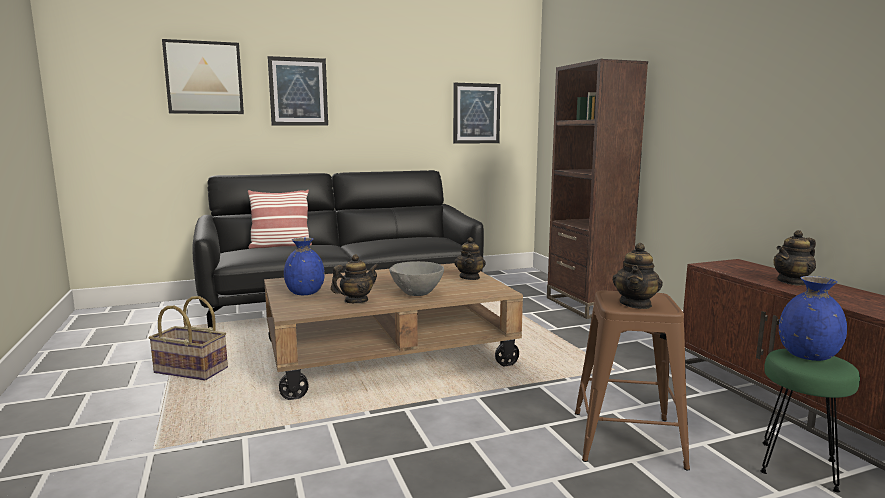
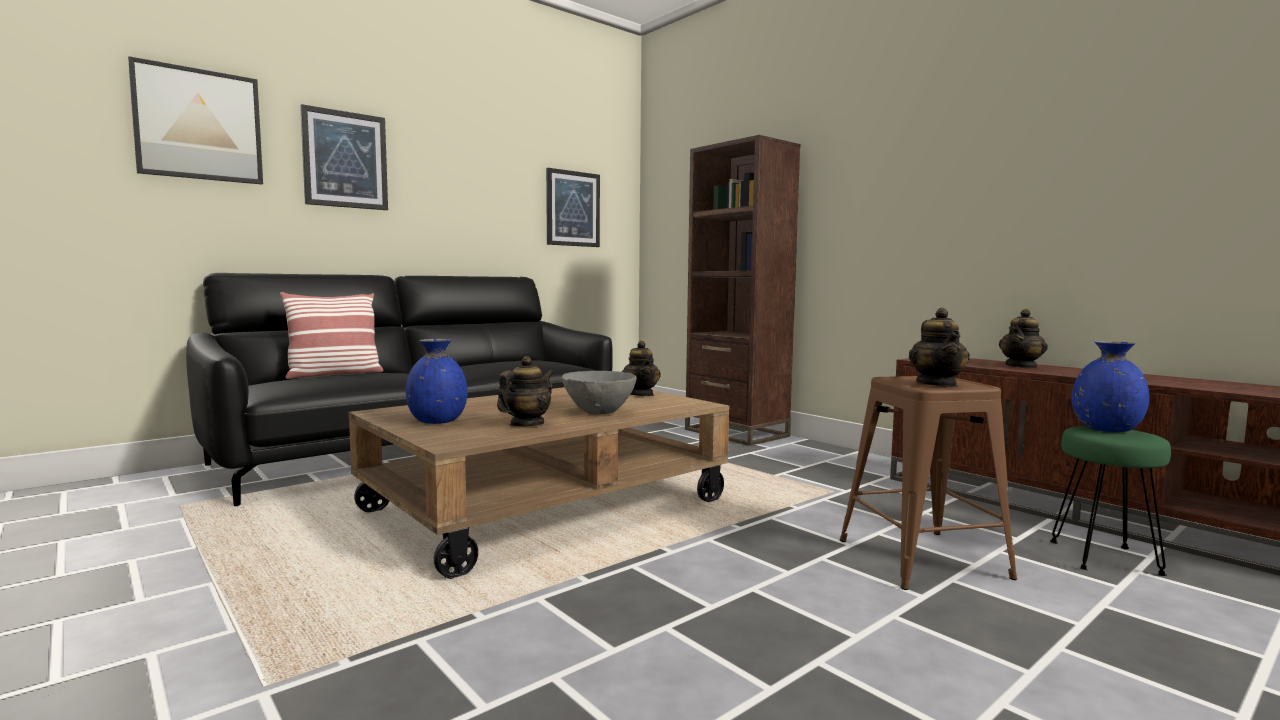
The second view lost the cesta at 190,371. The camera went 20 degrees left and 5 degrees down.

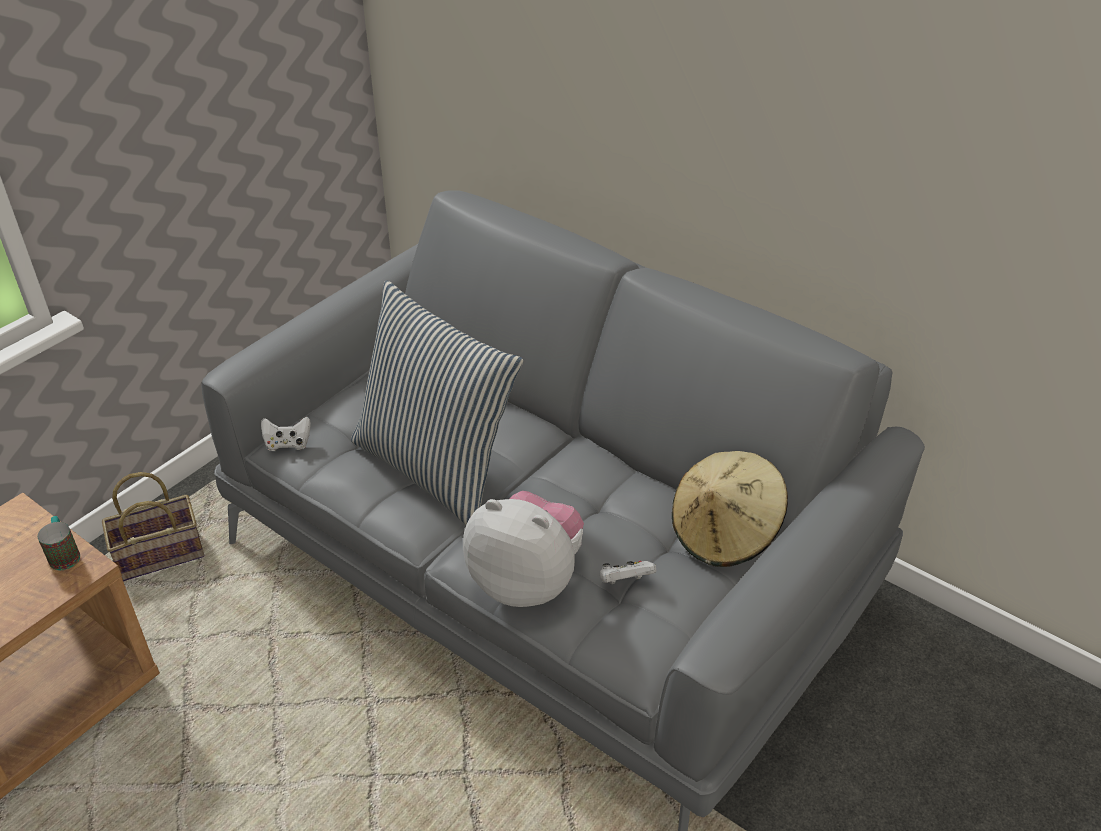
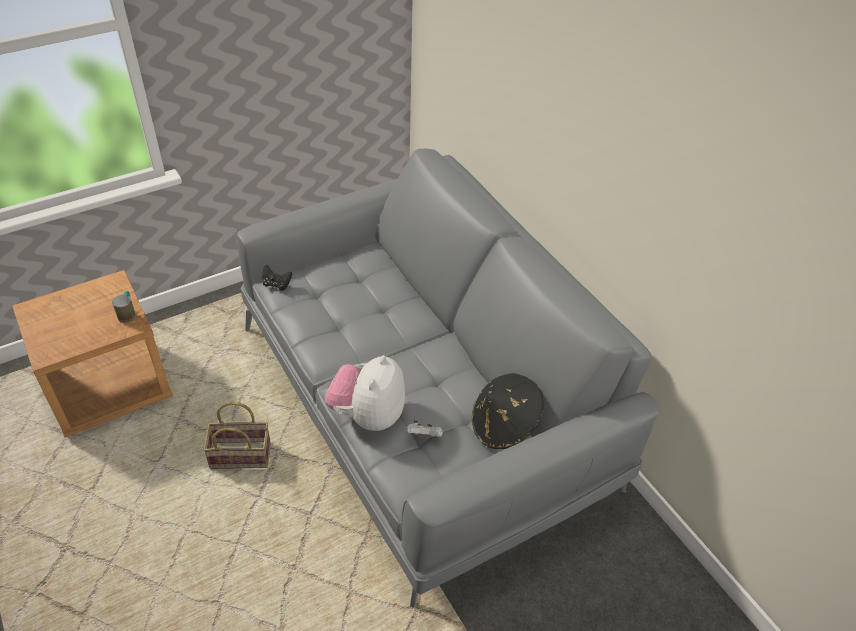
The second view lost the cojín at 436,469. What was the mando de consola/blanco at 288,444 turned into the mando de consola/negro at 276,284. What was the sombrero/beis at 725,533 turned into the sombrero/negro at 504,426. The cesta ended up elsewhere, having gone from 162,553 to 242,455. The peluche at 527,581 ended up facing another way, 120 degrees counterclockwise from before. The camera went 20 degrees right and 5 degrees up.

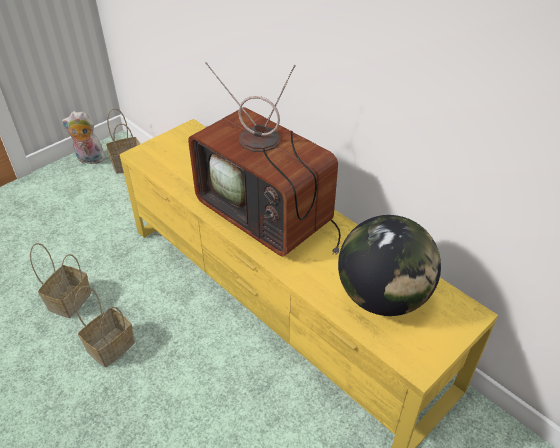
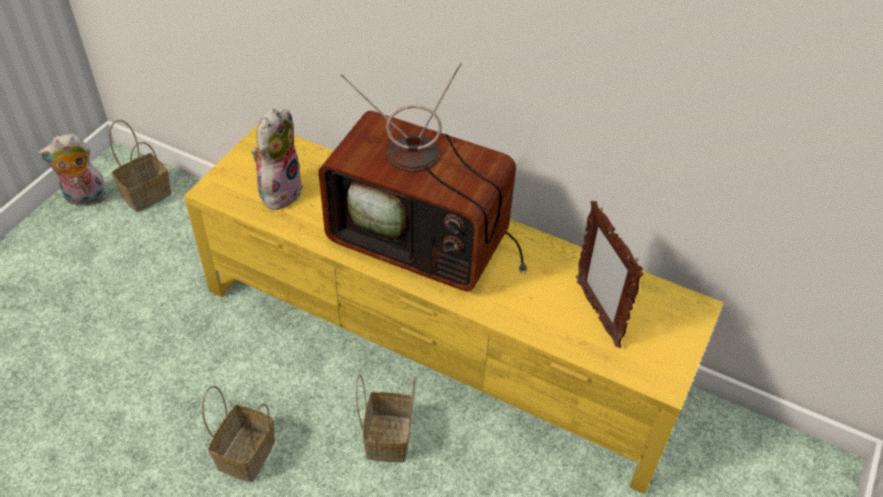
Where the globo terráqueo stood at 382,297, the portarretratos came to stand at 597,313. The cesta ended up elsewhere, having gone from 70,299 to 387,436. The second view gained the peluche at 279,190. The camera went 20 degrees left and 5 degrees up.

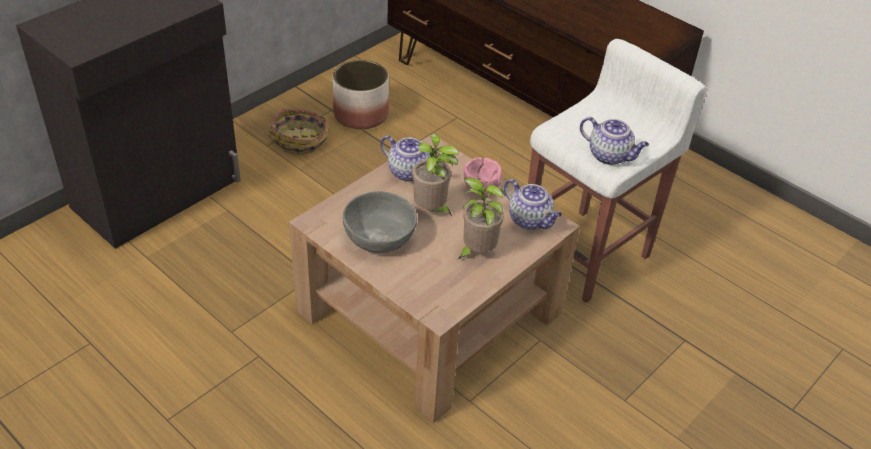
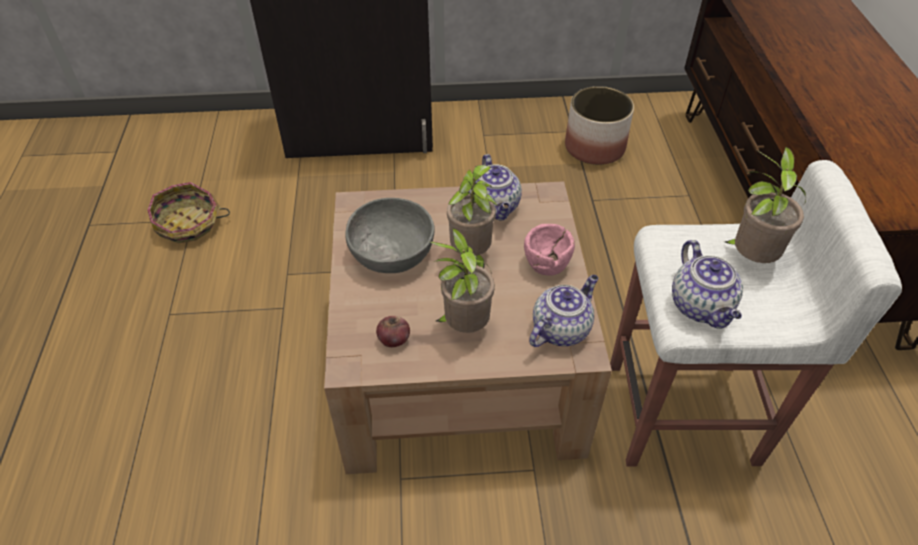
The cesta ended up elsewhere, having gone from 301,140 to 189,224. The tetera at 530,220 ended up facing another way, 135 degrees counterclockwise from before. The second view gained the planta en maceta at 749,258. The second view gained the manzana at 394,340. The camera went 45 degrees right and 5 degrees up.

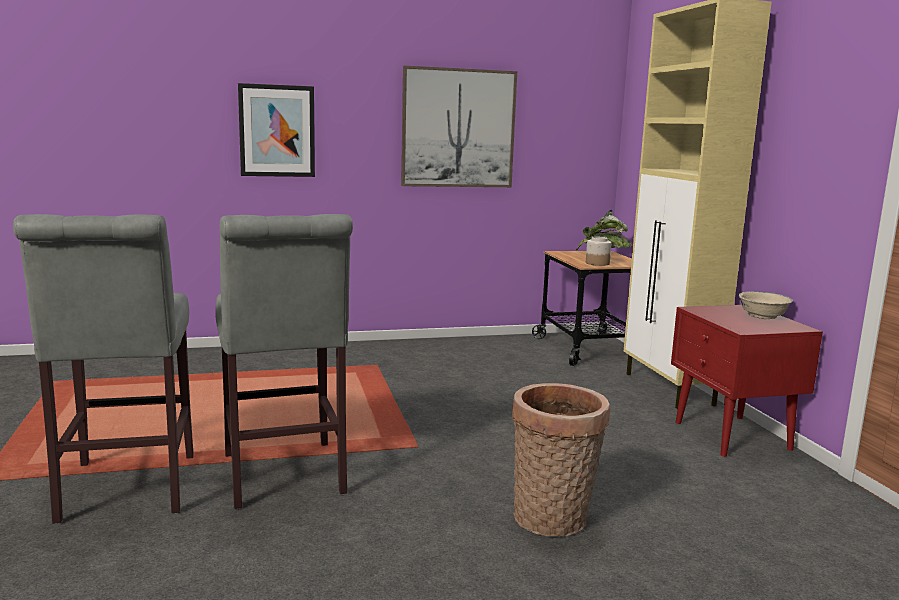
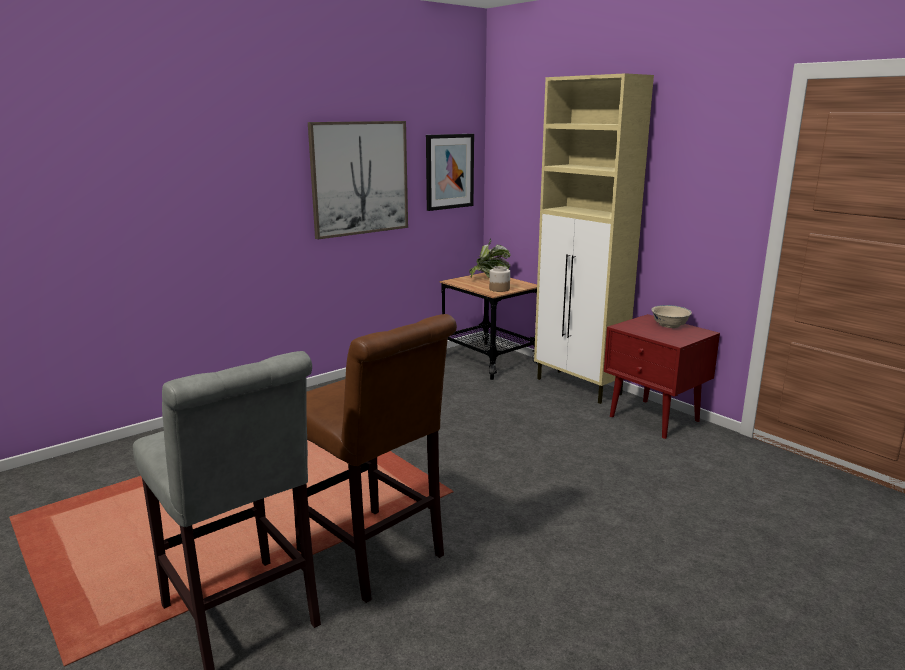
The cuadro ended up elsewhere, having gone from 277,131 to 449,171. What was the taburete/gris at 284,478 turned into the taburete/marrón at 375,557. The second view lost the cesta at 553,521. The camera went 25 degrees left and 5 degrees up.

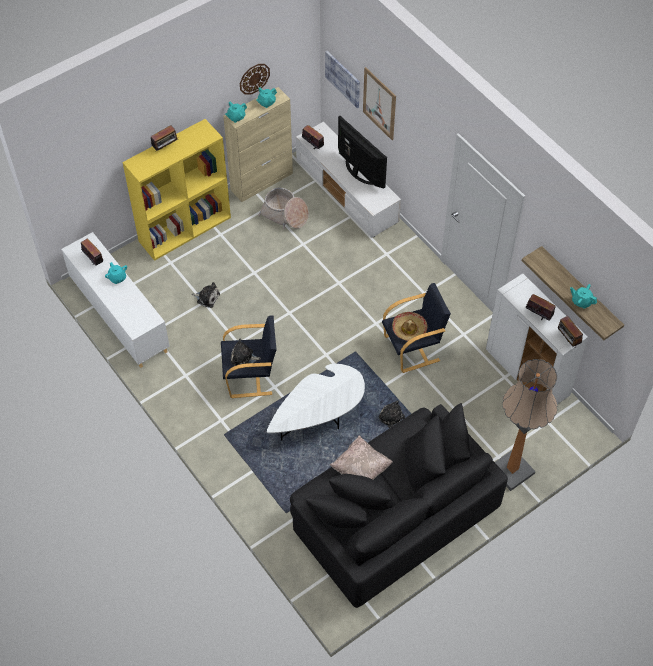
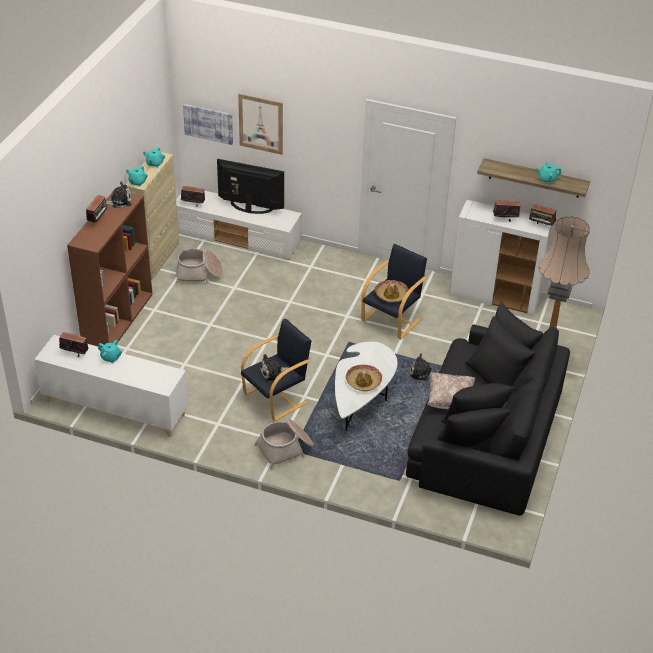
The second view lost the reloj de pared at 254,78. What was the estantería/amarillo at 185,228 turned into the estantería/marrón at 117,319. The peluche ended up elsewhere, having gone from 207,297 to 119,201. The second view gained the sombrero at 363,381. The second view gained the cesta at 285,448. The camera went 35 degrees left and 15 degrees down.

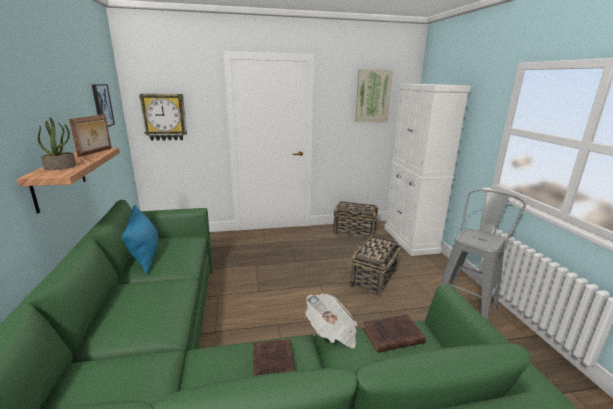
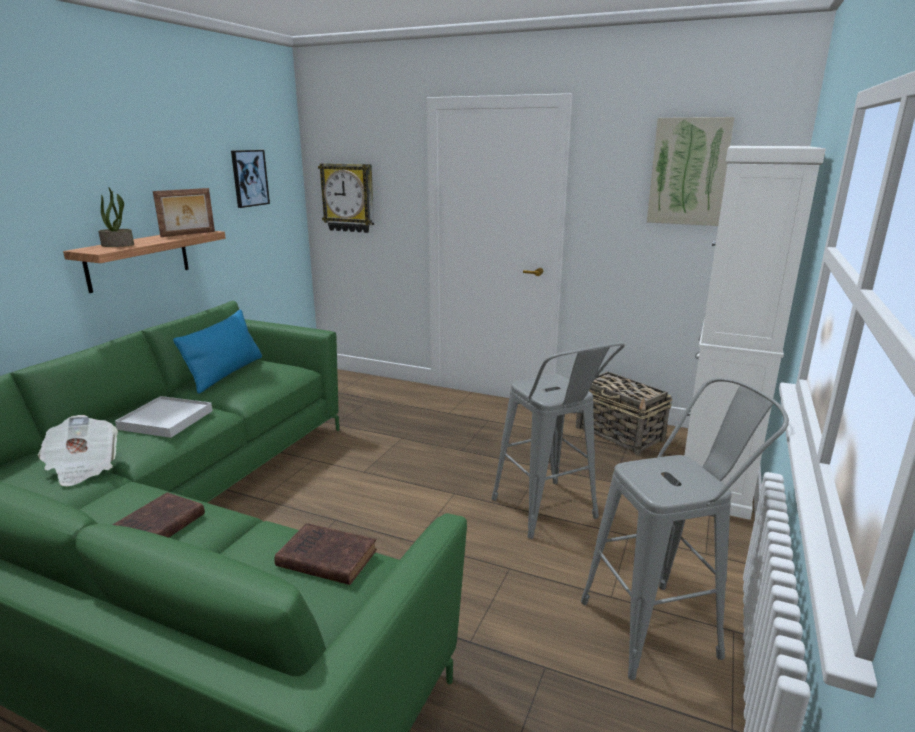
Where the cesta stood at 373,279, the taburete/gris came to stand at 549,515. The periódico ended up elsewhere, having gone from 332,332 to 83,467. The second view gained the bandeja/blanco at 166,420. The camera went 35 degrees right and 0 degrees up.

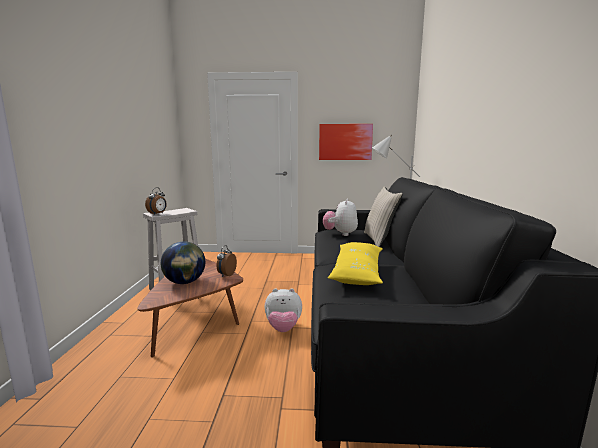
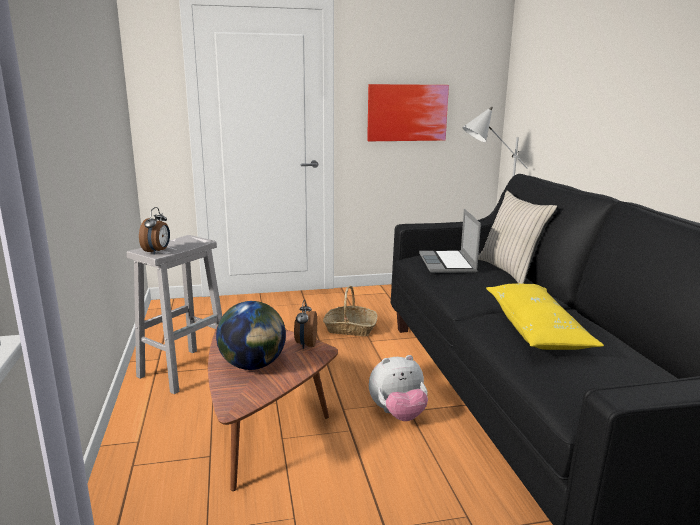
Where the peluche stood at 340,234, the portátil came to stand at 448,264. The second view gained the cesta at 350,329. The camera went 15 degrees left and 5 degrees up.

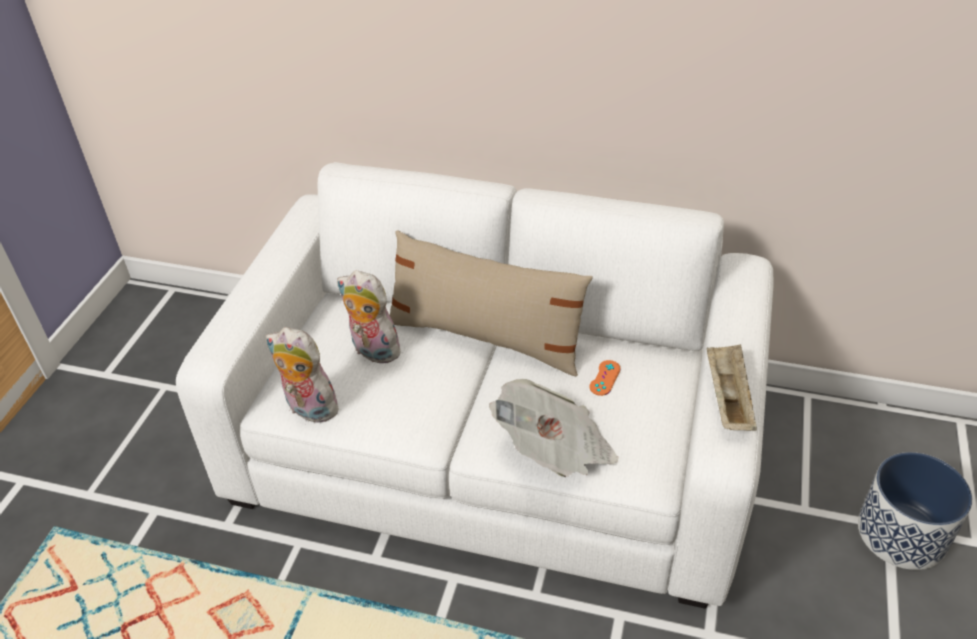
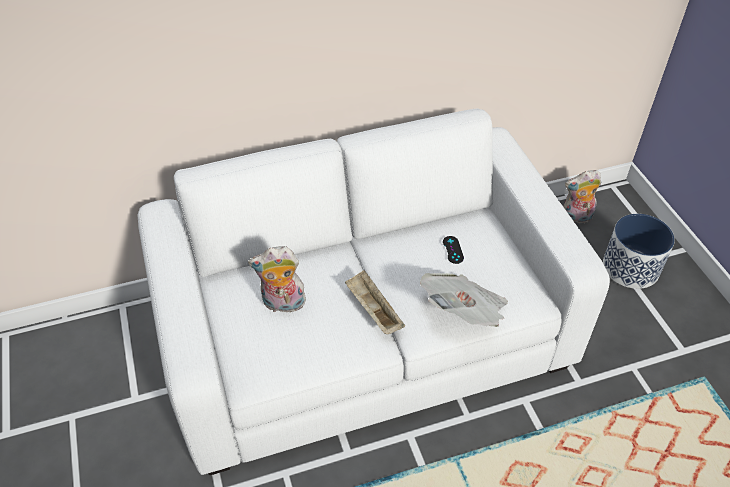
The second view lost the cojín/beis at 485,337. The peluche ended up elsewhere, having gone from 308,409 to 576,218. The bandeja/beis ended up elsewhere, having gone from 727,399 to 373,310. What was the mando de consola/naranja at 605,378 turned into the mando de consola/negro at 453,250. The camera went 35 degrees left and 5 degrees up.

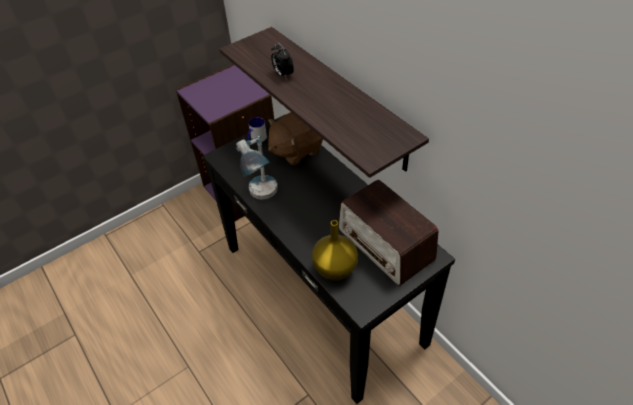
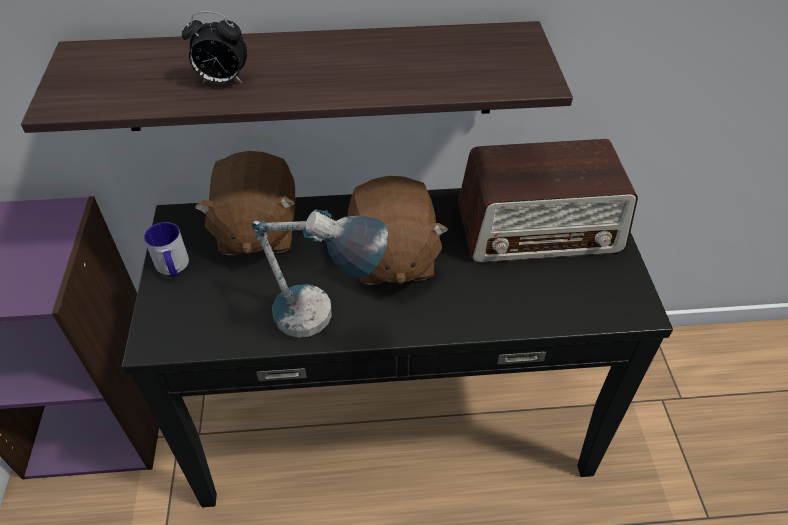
The second view lost the florero/amarillo at 334,270. The second view gained the peluche/marrón at 392,257. The camera went 60 degrees left and 0 degrees up.

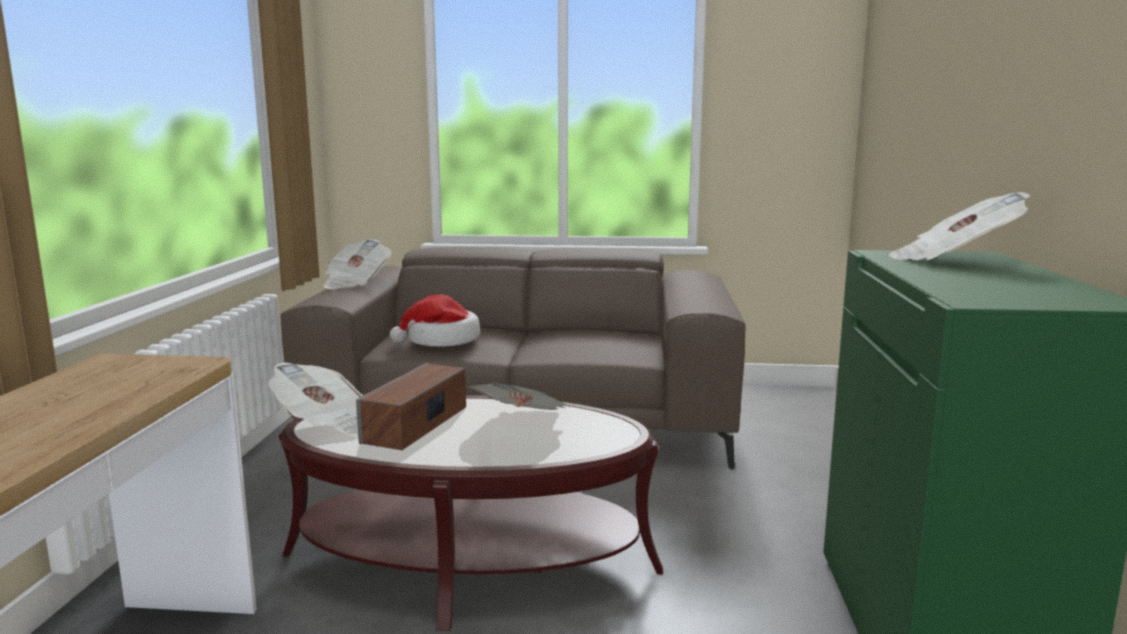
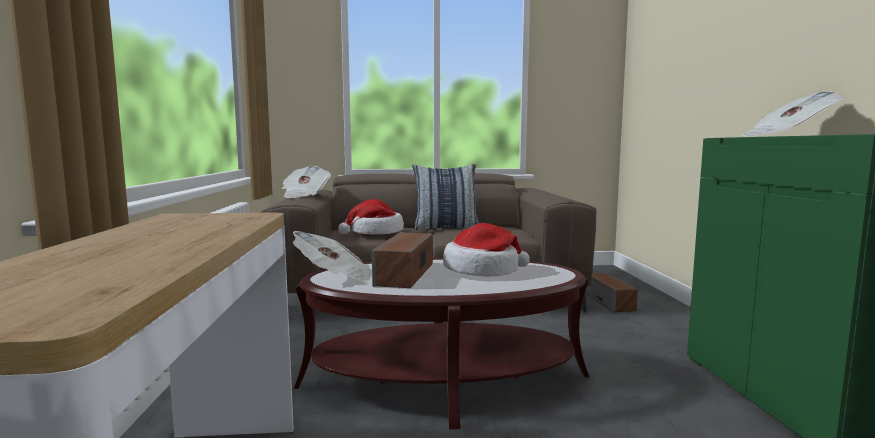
Where the periódico stood at 521,423, the sombrero came to stand at 483,270. The second view gained the cojín at 446,227. The second view gained the altavoz at 609,302. The camera went 10 degrees left and 5 degrees down.

